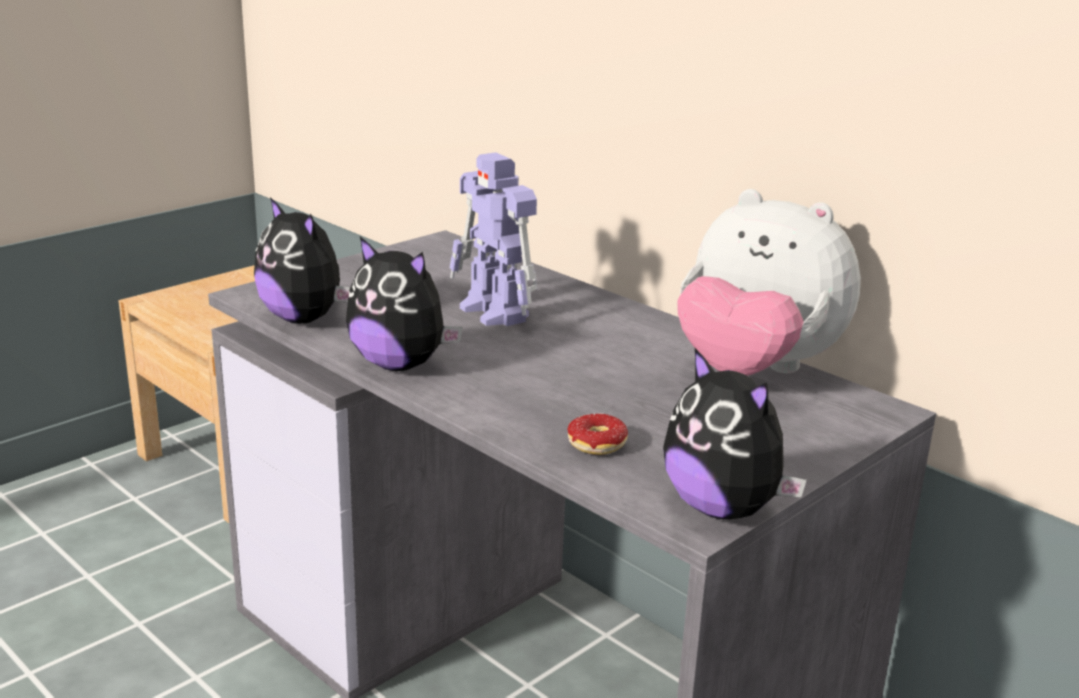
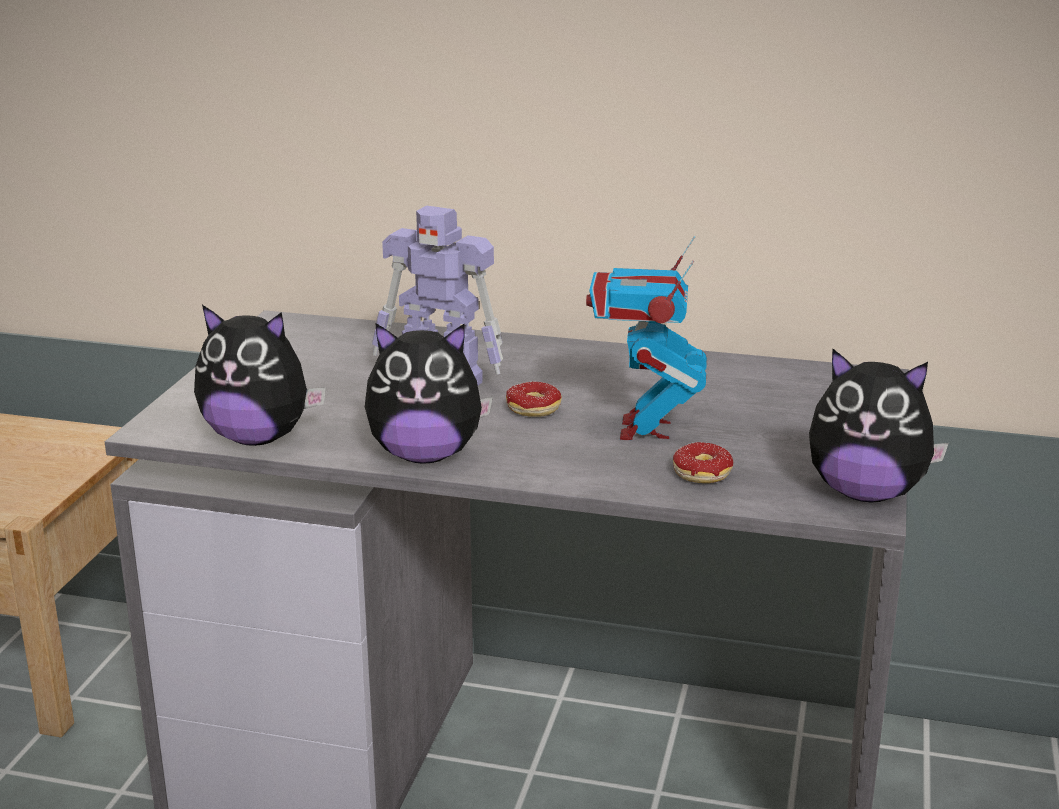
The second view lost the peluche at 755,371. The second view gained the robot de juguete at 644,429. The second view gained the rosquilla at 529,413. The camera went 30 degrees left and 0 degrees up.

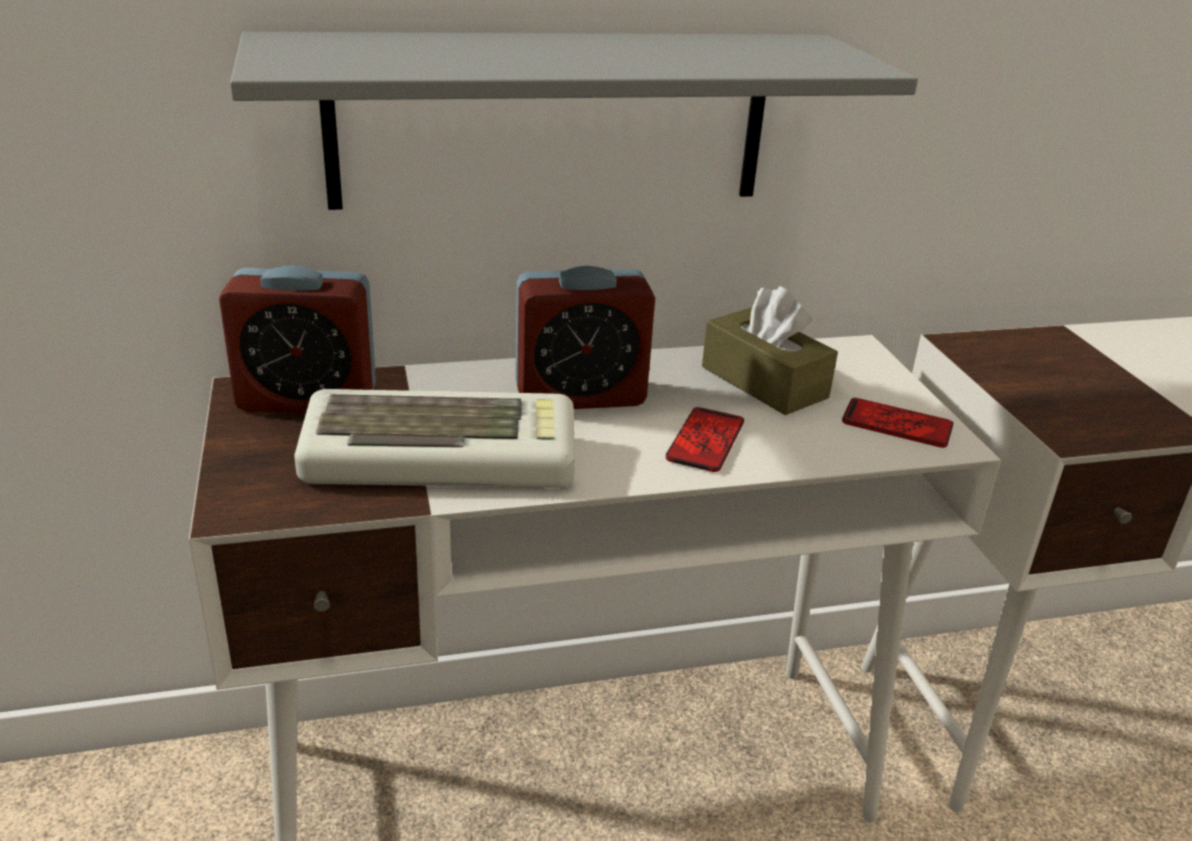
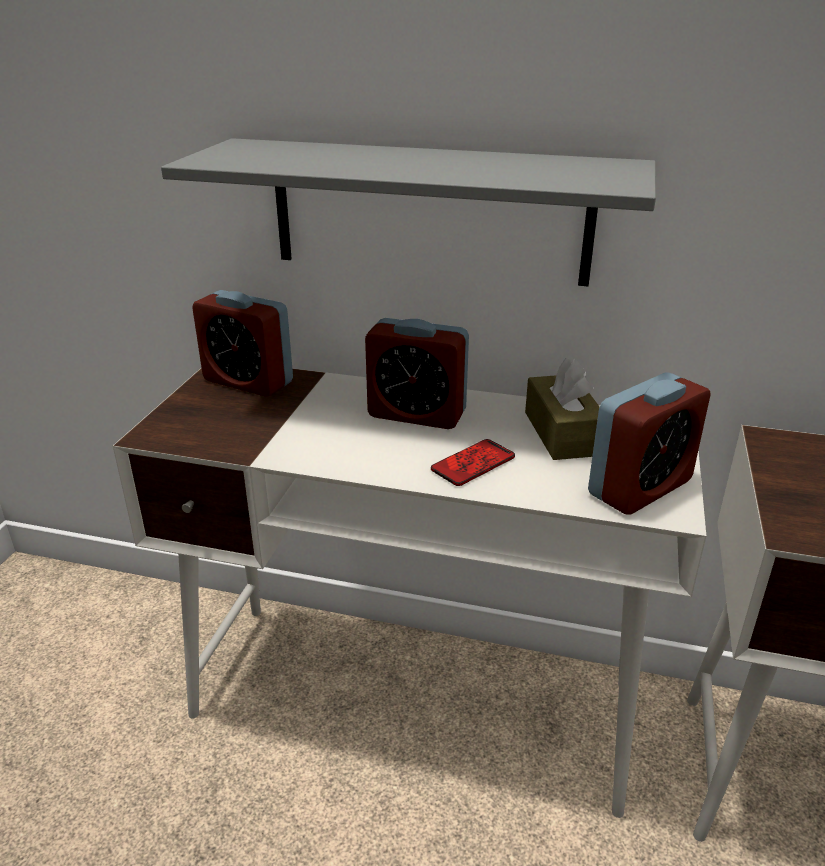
The second view lost the teclado at 443,456. Where the móvil stood at 897,425, the despertador came to stand at 640,487. The camera went 30 degrees right and 0 degrees up.

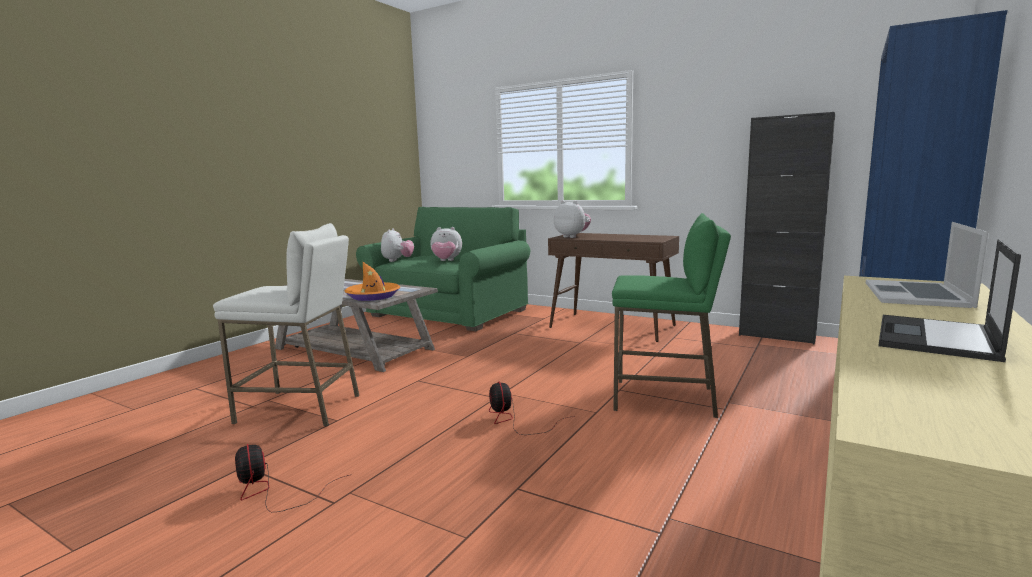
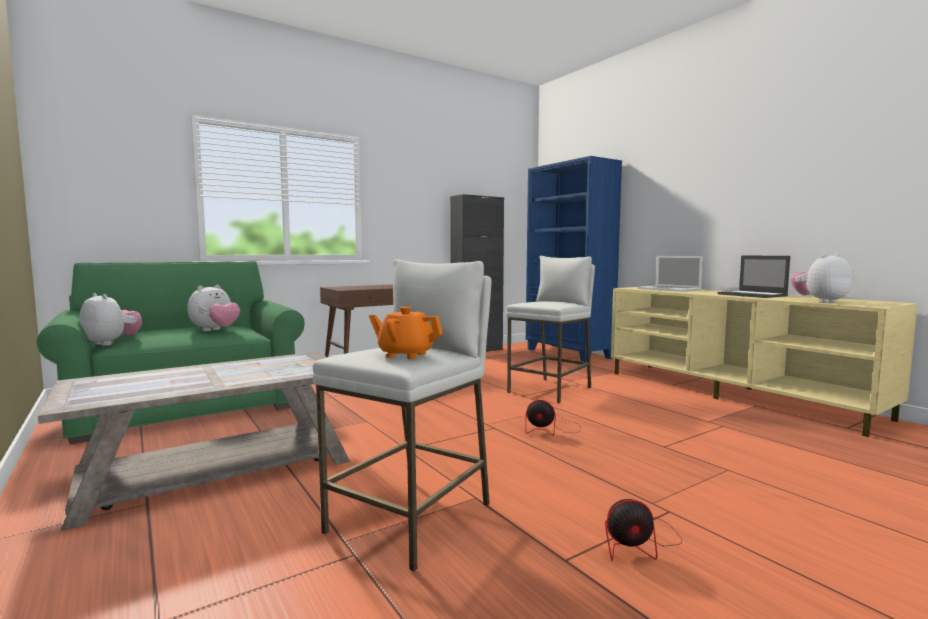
The peluche ended up elsewhere, having gone from 572,236 to 820,301. What was the taburete/verde at 664,398 turned into the taburete/blanco at 551,390. The second view lost the sombrero/naranja at 373,296. The second view gained the tetera/naranja at 405,355. The camera went 65 degrees left and 5 degrees down.

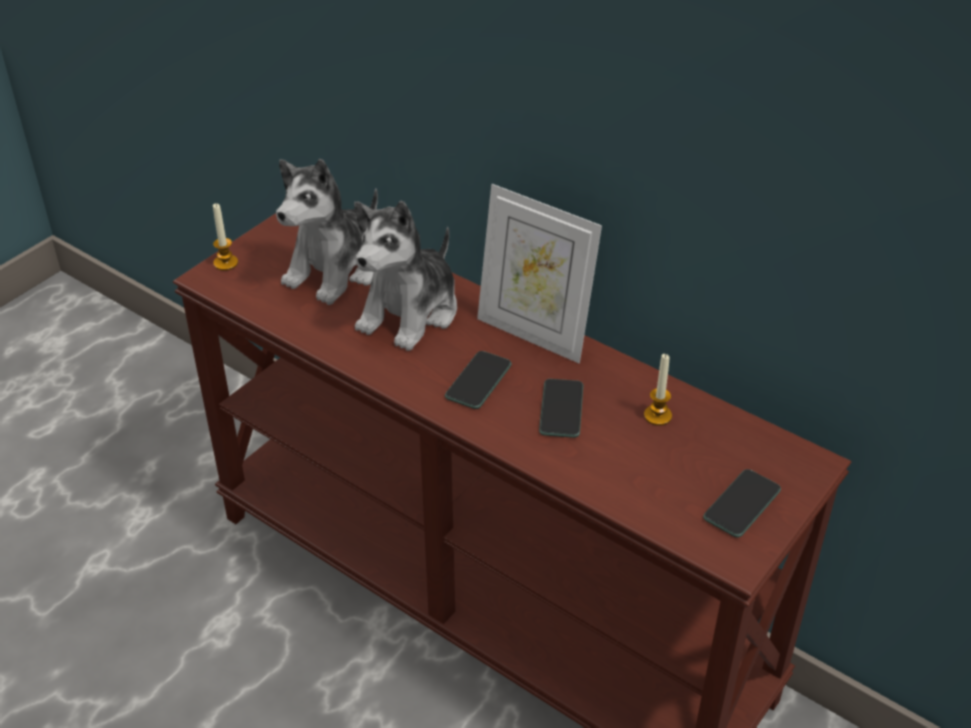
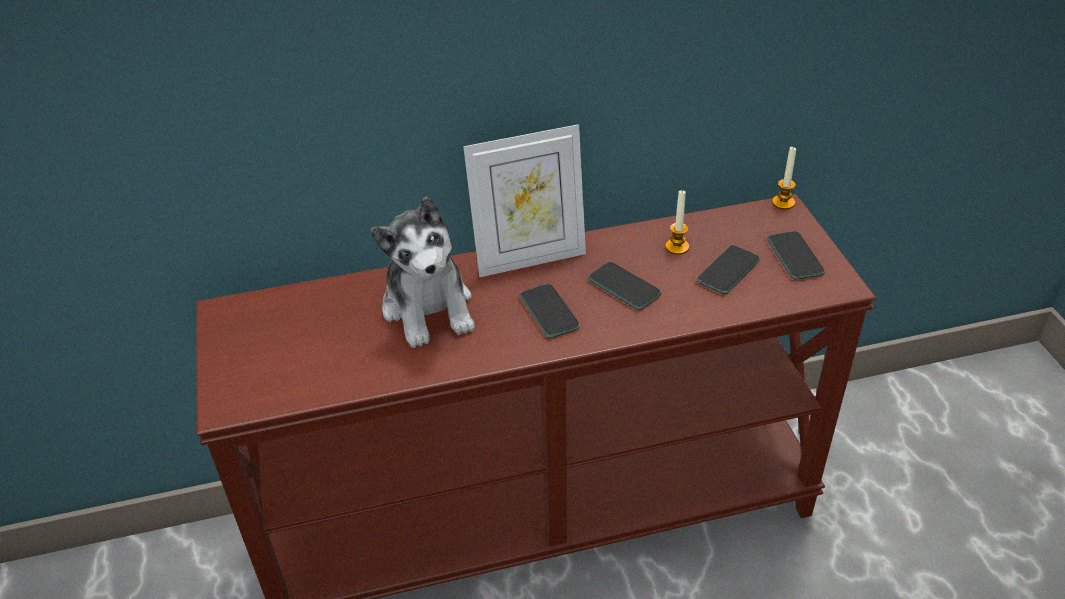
The second view lost the peluche at 336,270. The vela ended up elsewhere, having gone from 226,263 to 783,203. The second view gained the móvil at 728,271. The camera went 50 degrees left and 0 degrees up.

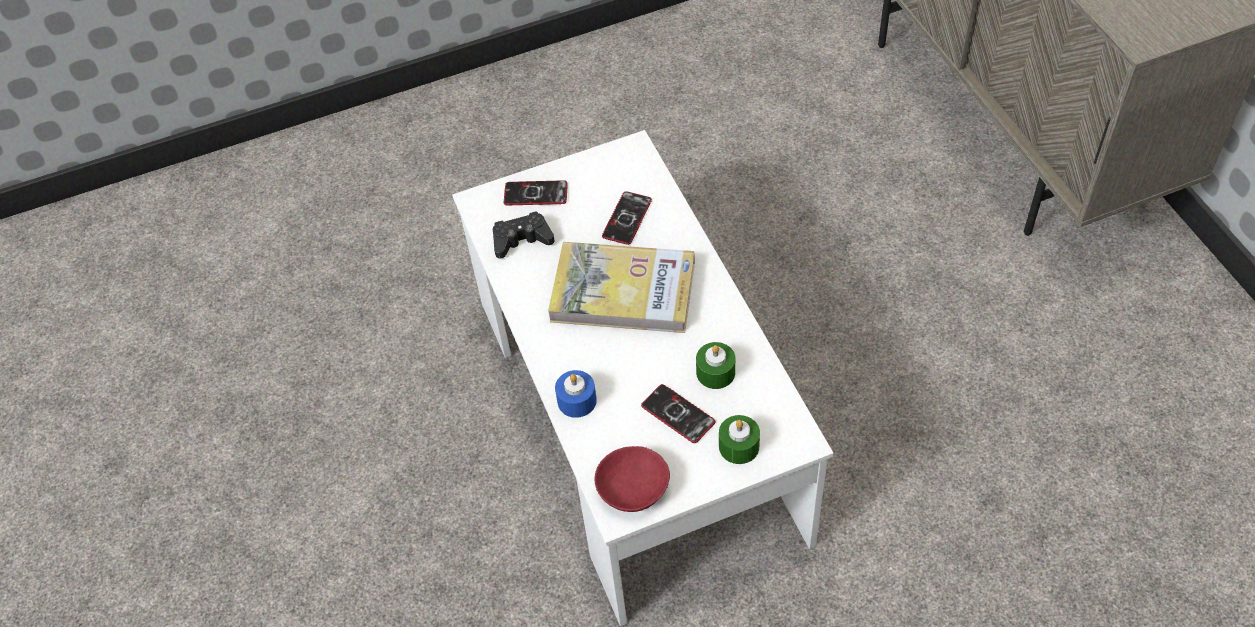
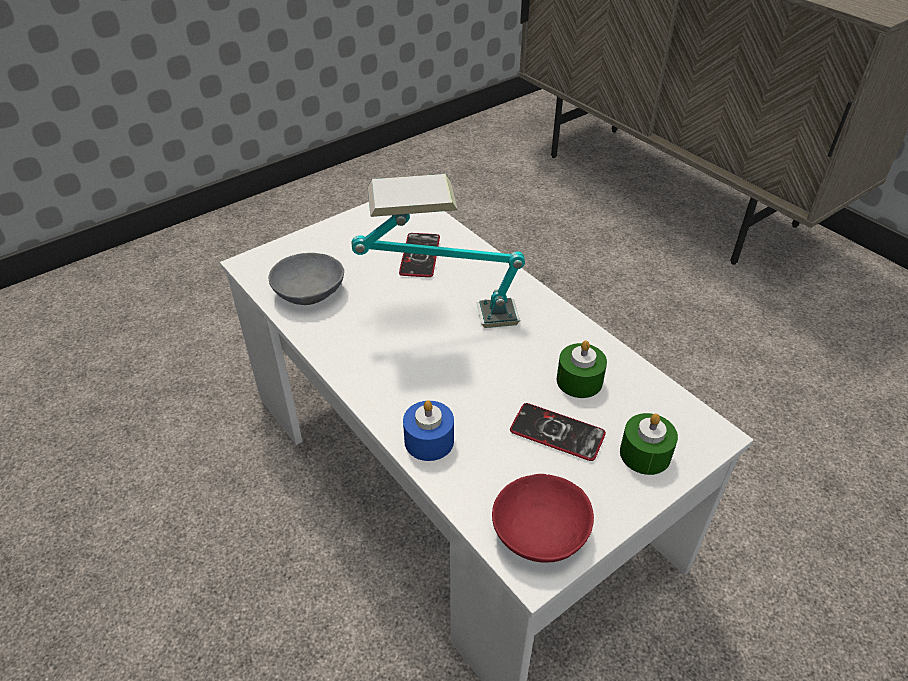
The second view lost the móvil at 535,194. Where the mando de consola/negro stood at 522,240, the cuenco/gris came to stand at 310,290. Where the libro stood at 623,292, the lámpara de mesa came to stand at 441,320. The camera went 20 degrees left and 10 degrees down.

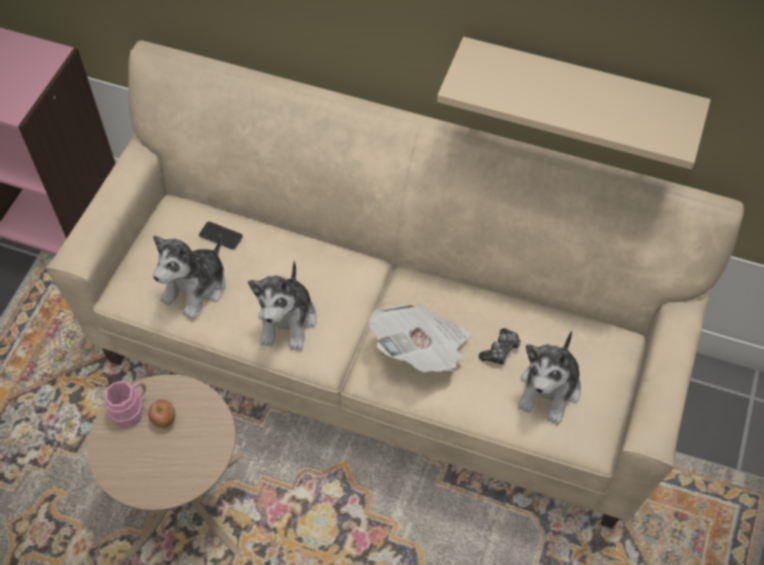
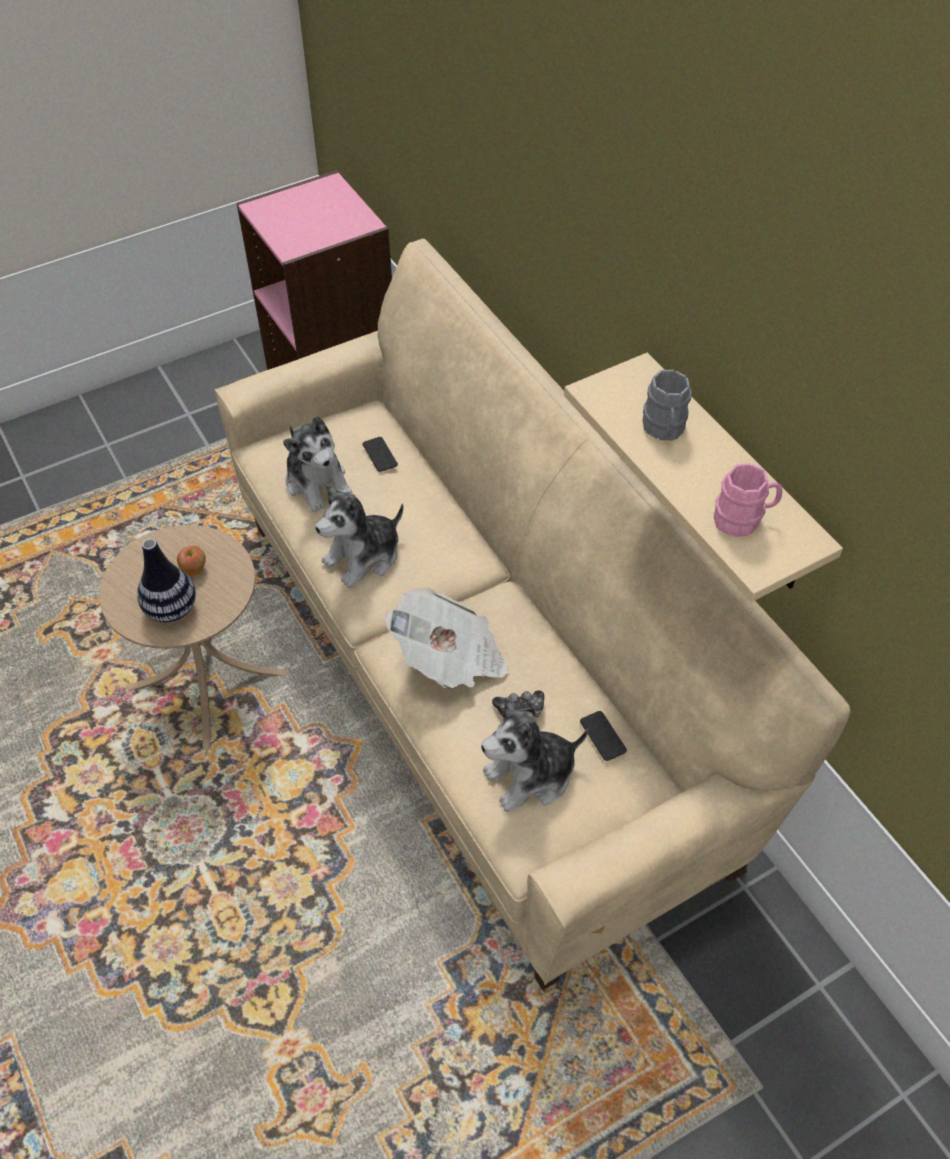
The peluche at 196,288 ended up facing another way, 105 degrees counterclockwise from before. The taza grande/rosa ended up elsewhere, having gone from 131,410 to 743,519. The second view gained the taza grande/gris at 664,430. The second view gained the florero at 171,609. The second view gained the móvil at 603,736. The camera went 40 degrees right and 5 degrees down.

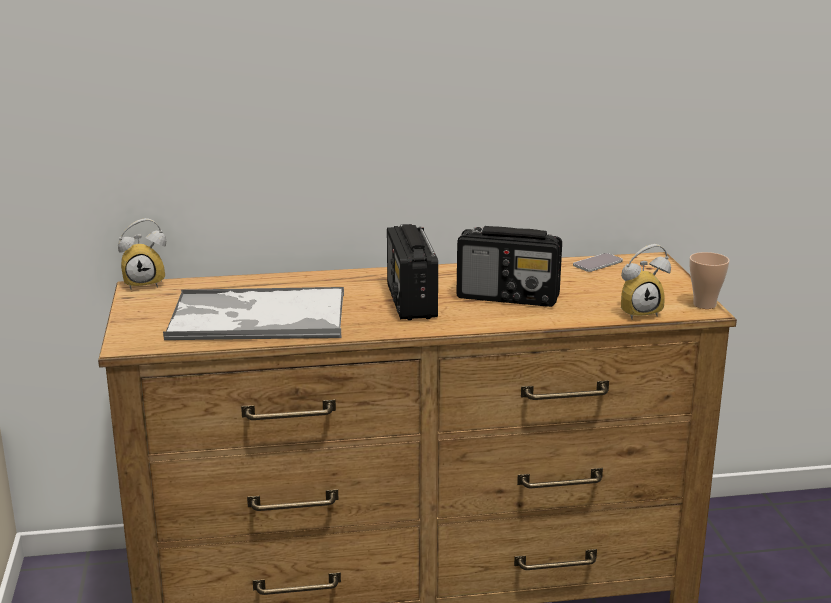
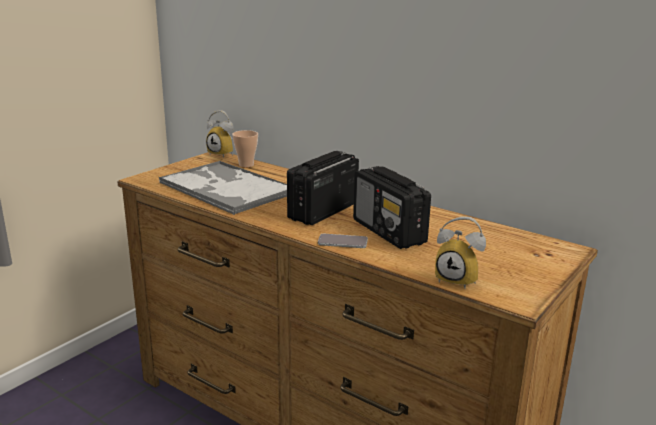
The taza ended up elsewhere, having gone from 704,305 to 246,165. The móvil ended up elsewhere, having gone from 597,264 to 342,242. The camera went 45 degrees right and 0 degrees up.

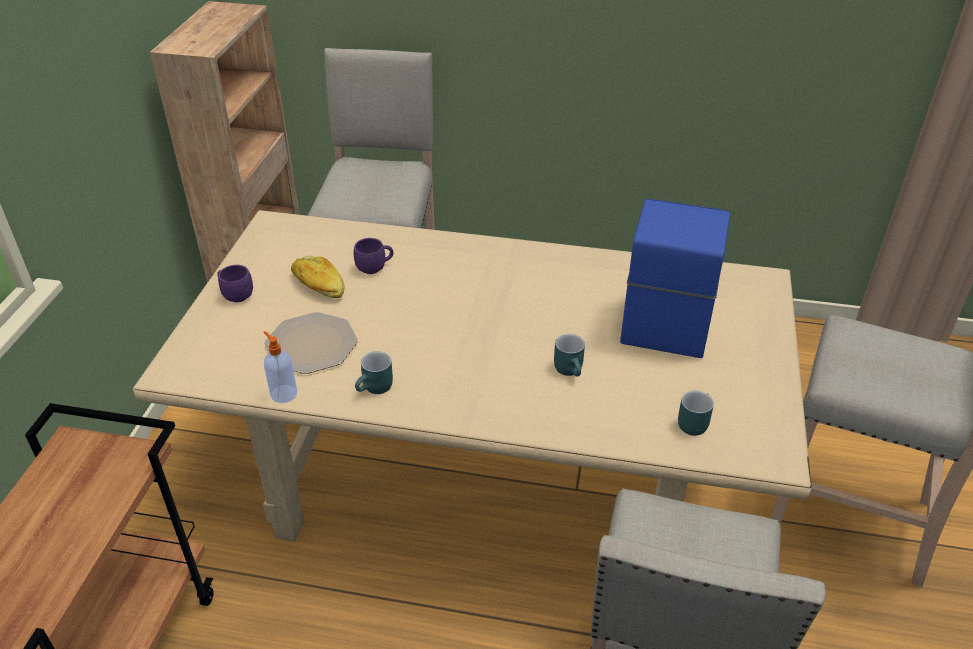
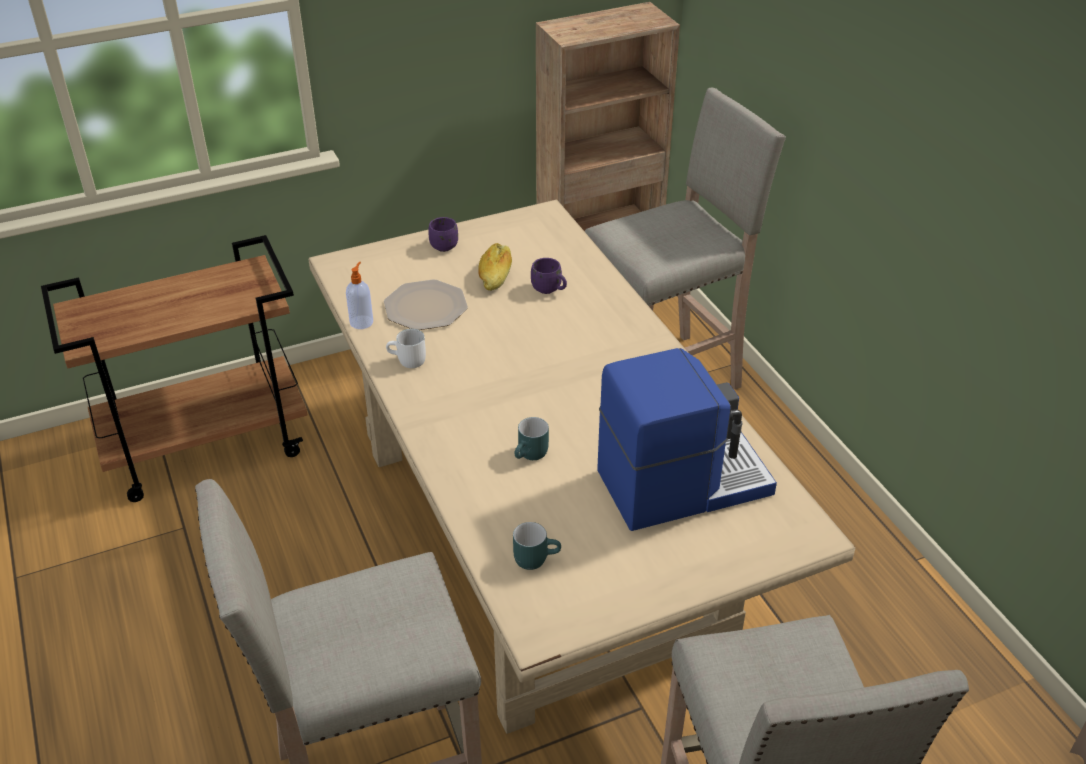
What was the taza grande/turquesa at 376,389 turned into the taza grande/blanco at 407,362. The camera went 55 degrees right and 0 degrees up.

